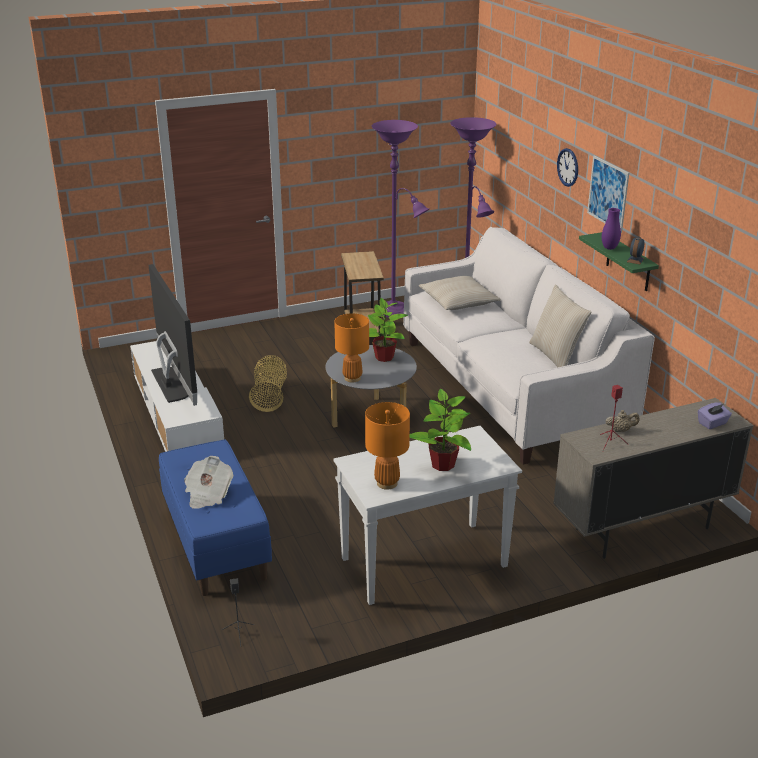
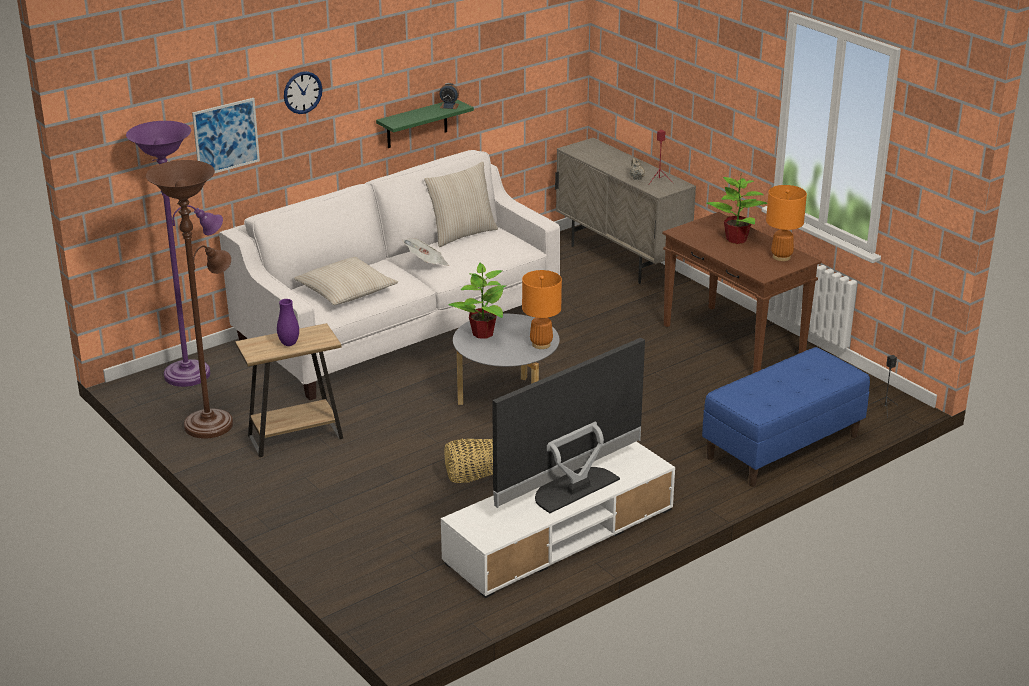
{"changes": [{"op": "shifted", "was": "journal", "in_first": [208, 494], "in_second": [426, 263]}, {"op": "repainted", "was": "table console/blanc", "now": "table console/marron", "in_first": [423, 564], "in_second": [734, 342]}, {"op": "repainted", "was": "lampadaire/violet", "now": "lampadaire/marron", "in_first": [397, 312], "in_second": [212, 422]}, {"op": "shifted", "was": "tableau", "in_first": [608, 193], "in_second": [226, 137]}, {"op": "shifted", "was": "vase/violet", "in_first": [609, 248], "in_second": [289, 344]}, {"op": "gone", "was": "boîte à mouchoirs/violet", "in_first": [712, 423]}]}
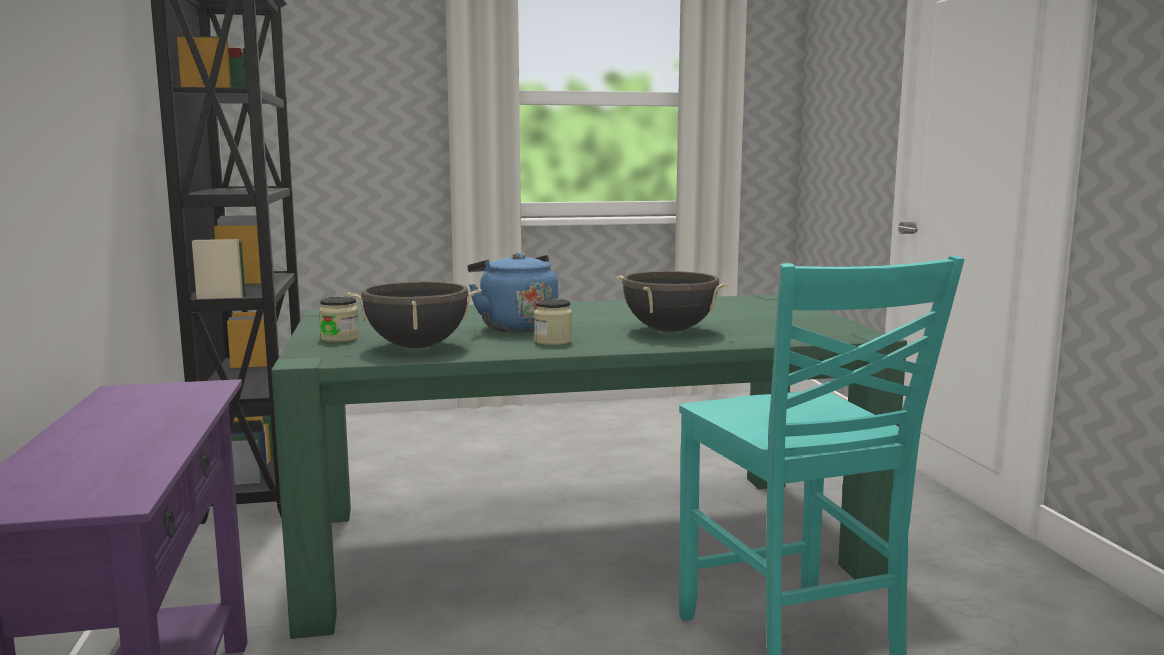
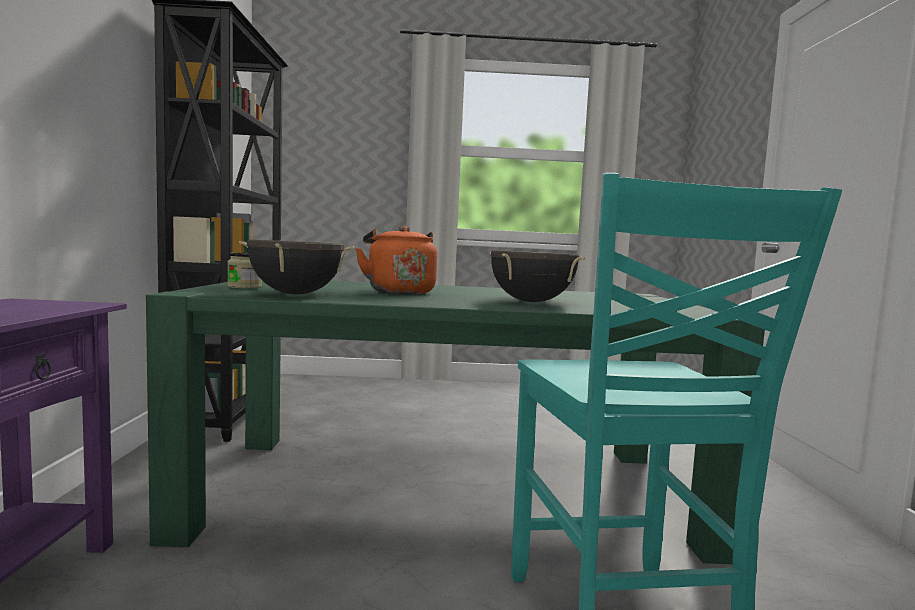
{"changes": [{"op": "repainted", "was": "bouilloire/bleu", "now": "bouilloire/orange", "in_first": [515, 327], "in_second": [399, 292]}, {"op": "gone", "was": "bocal", "in_first": [553, 341]}]}
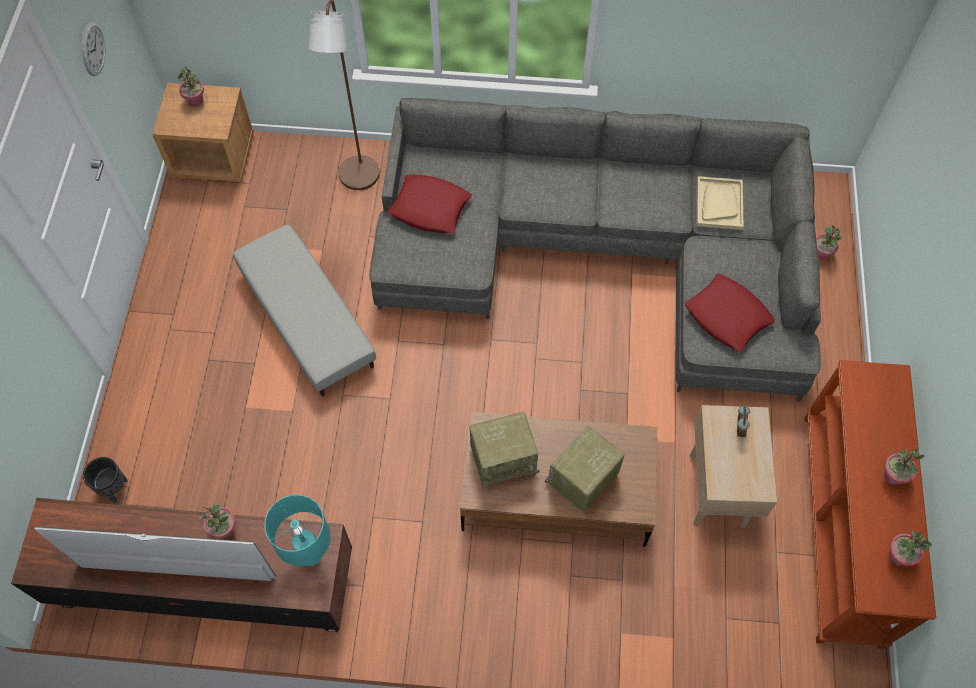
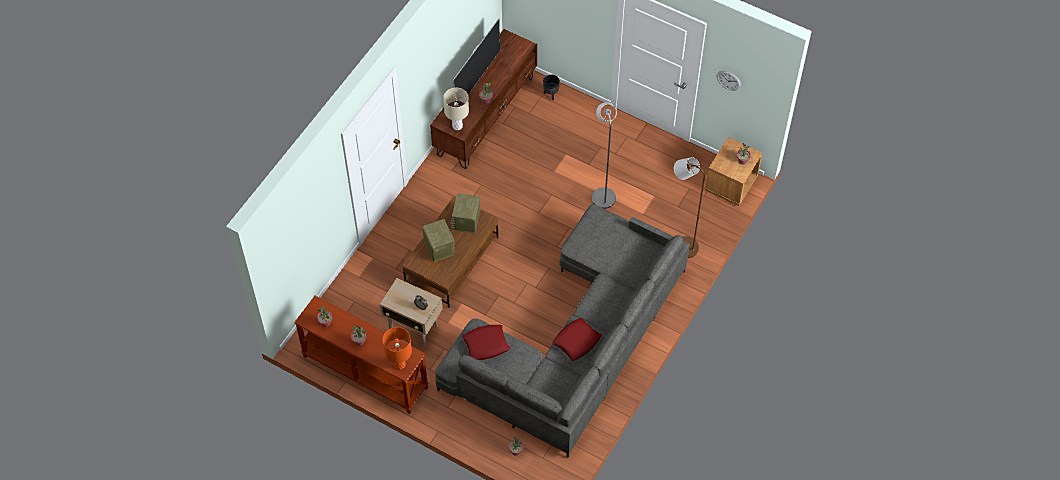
{"changes": [{"op": "swapped", "was": "pouf/gris", "now": "lampadaire/gris", "in_first": [308, 319], "in_second": [602, 194]}, {"op": "repainted", "was": "lampe de table/turquoise", "now": "lampe de table/beige", "in_first": [311, 555], "in_second": [457, 126]}, {"op": "shifted", "was": "coussin/rouge", "in_first": [430, 208], "in_second": [576, 341]}, {"op": "gone", "was": "plateau/beige", "in_first": [719, 204]}, {"op": "new", "now": "lampe de table/orange", "in_second": [399, 364]}]}
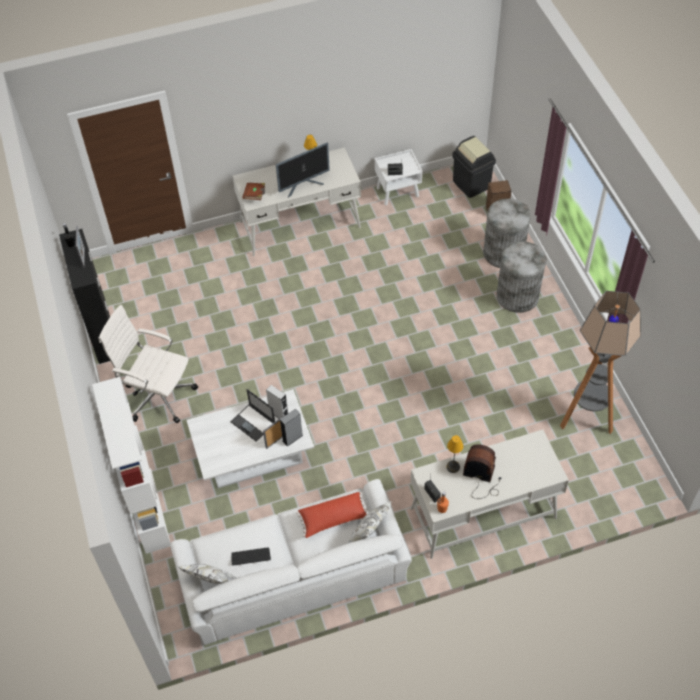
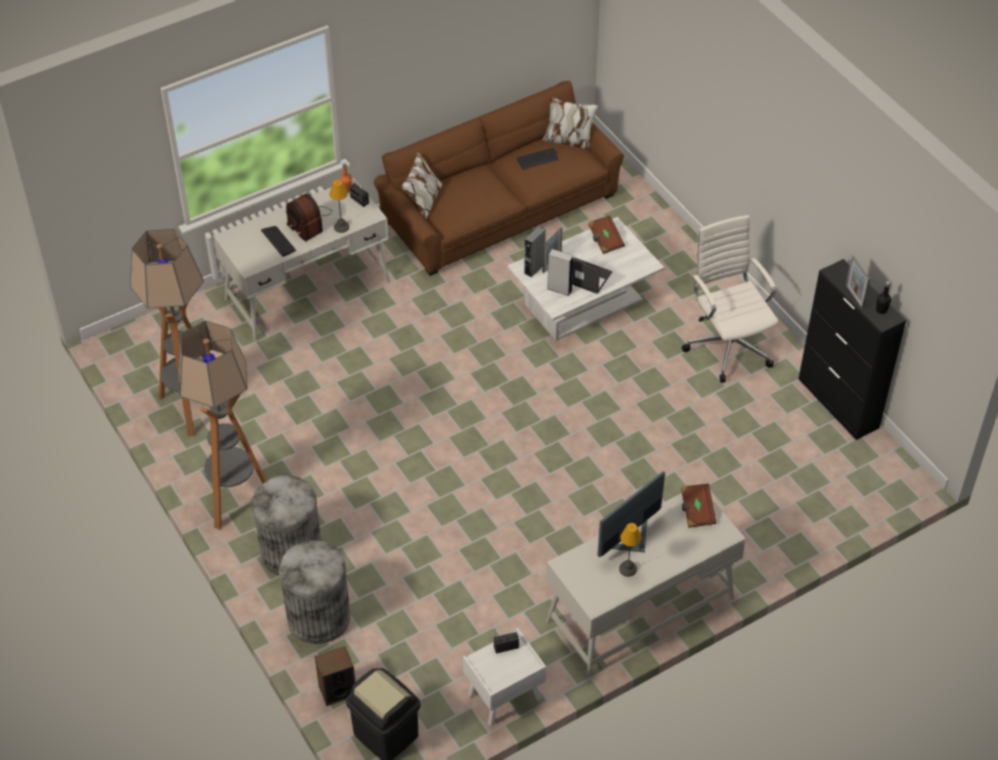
{"changes": [{"op": "gone", "was": "bibliothèque/blanc", "in_first": [147, 510]}, {"op": "rotated", "was": "chaise de bureau/blanc", "in_first": [157, 395], "in_second": [728, 345], "clockwise": -120}, {"op": "repainted", "was": "canapé/blanc", "now": "canapé/marron", "in_first": [292, 573], "in_second": [500, 207]}, {"op": "gone", "was": "coussin/rouge", "in_first": [333, 518]}, {"op": "rotated", "was": "radio", "in_first": [482, 478], "in_second": [308, 222], "clockwise": 45}, {"op": "new", "now": "lampadaire", "in_second": [235, 500]}, {"op": "new", "now": "clavier", "in_second": [278, 241]}, {"op": "new", "now": "livre/marron", "in_second": [605, 240]}]}
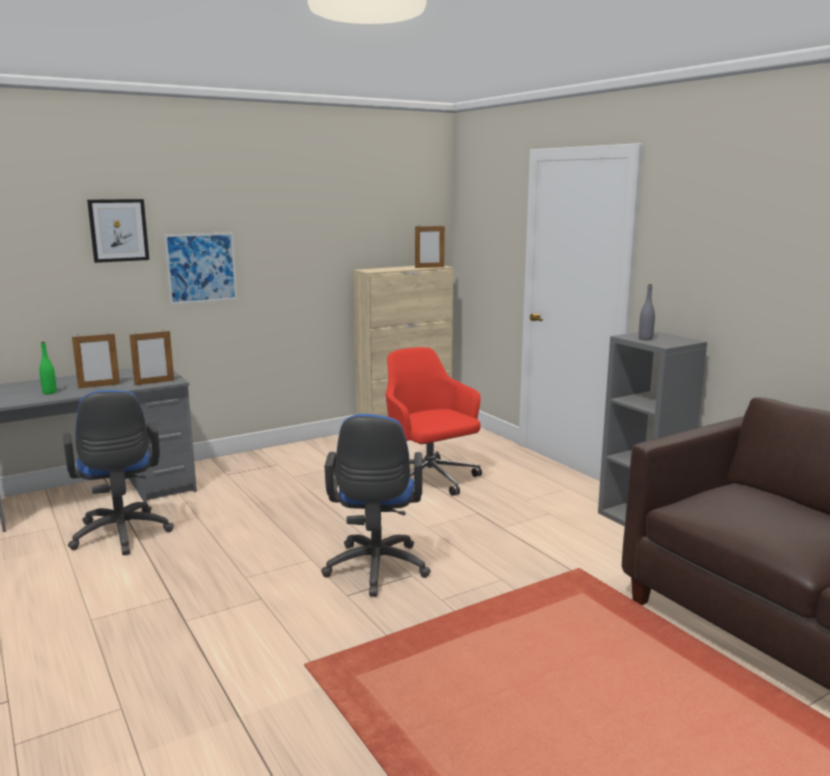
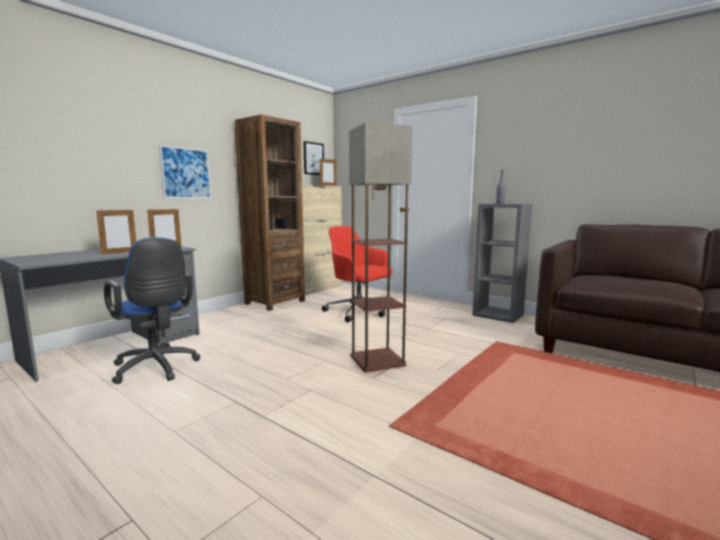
{"changes": [{"op": "gone", "was": "bouteille/vert", "in_first": [49, 392]}, {"op": "shifted", "was": "tableau", "in_first": [118, 230], "in_second": [313, 158]}, {"op": "swapped", "was": "chaise de bureau/bleu", "now": "lampadaire", "in_first": [376, 571], "in_second": [377, 361]}, {"op": "new", "now": "bibliothèque/marron", "in_second": [275, 302]}]}
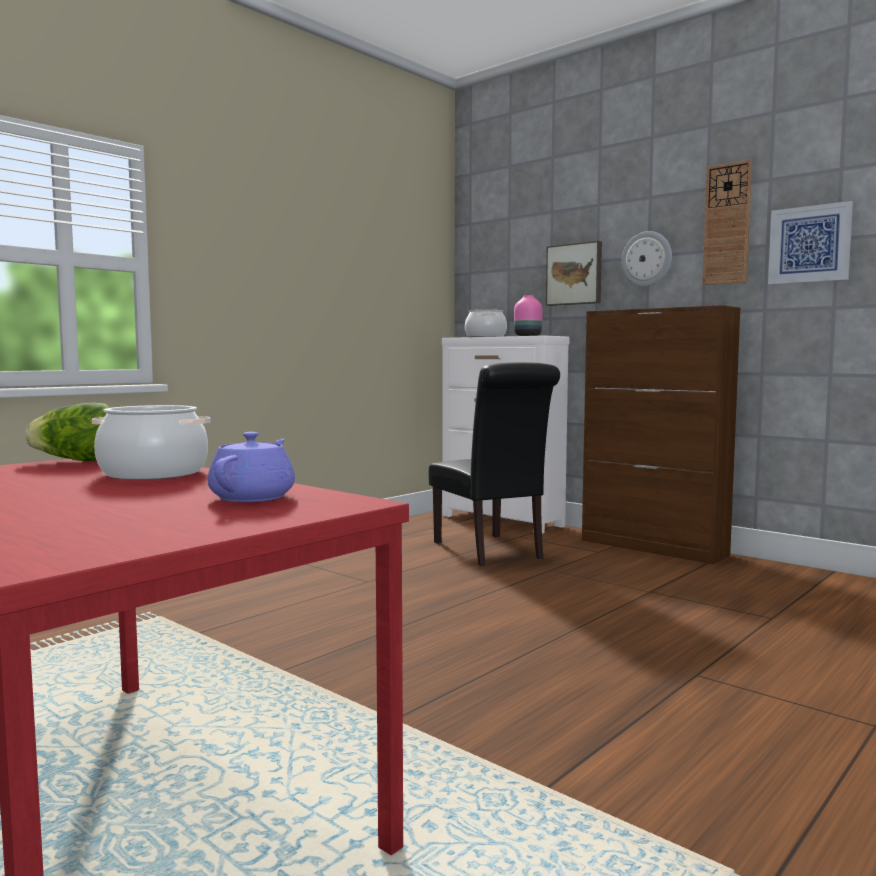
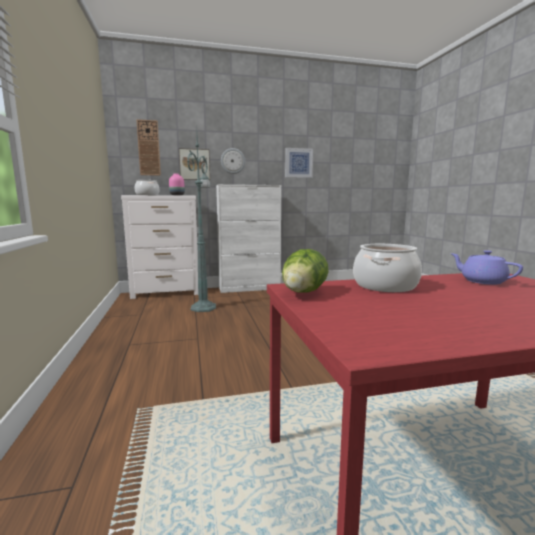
{"changes": [{"op": "swapped", "was": "chaise/noir", "now": "lampadaire/vert", "in_first": [491, 551], "in_second": [204, 307]}, {"op": "repainted", "was": "meuble de rangement/marron", "now": "meuble de rangement/blanc", "in_first": [653, 547], "in_second": [250, 288]}, {"op": "shifted", "was": "horloge murale", "in_first": [727, 224], "in_second": [149, 148]}]}
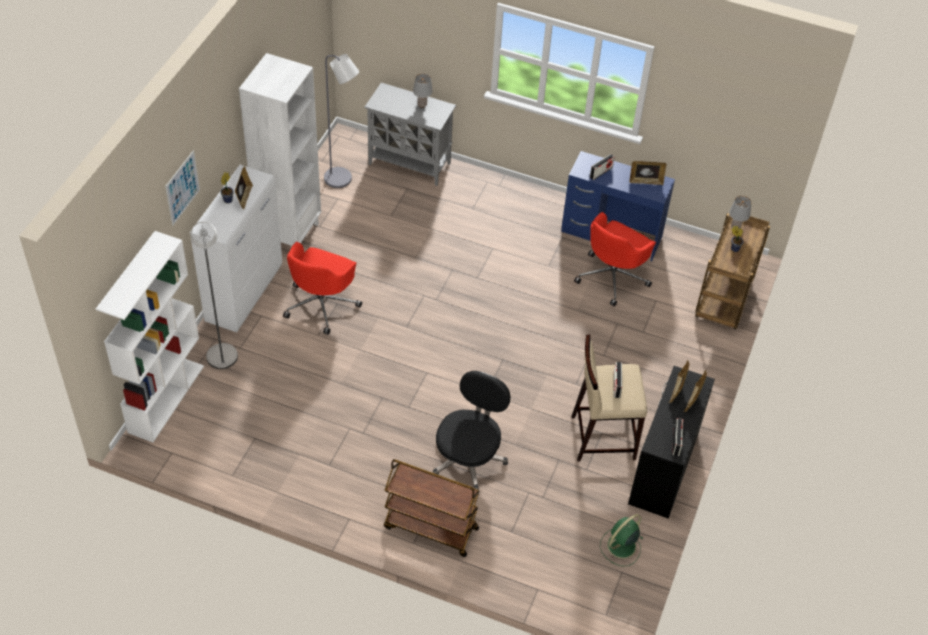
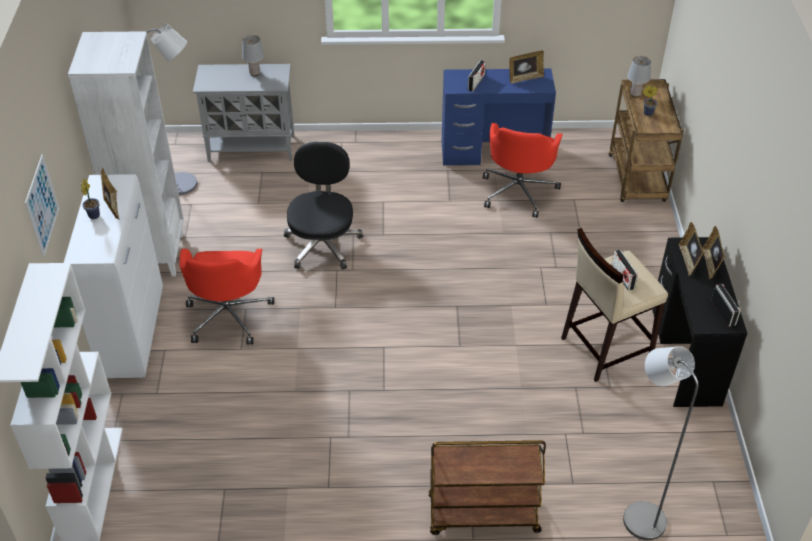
{"changes": [{"op": "shifted", "was": "lampadaire/gris", "in_first": [221, 351], "in_second": [638, 515]}, {"op": "shifted", "was": "chaise de bureau/noir", "in_first": [469, 458], "in_second": [323, 243]}, {"op": "gone", "was": "ventilateur/vert", "in_first": [620, 546]}]}
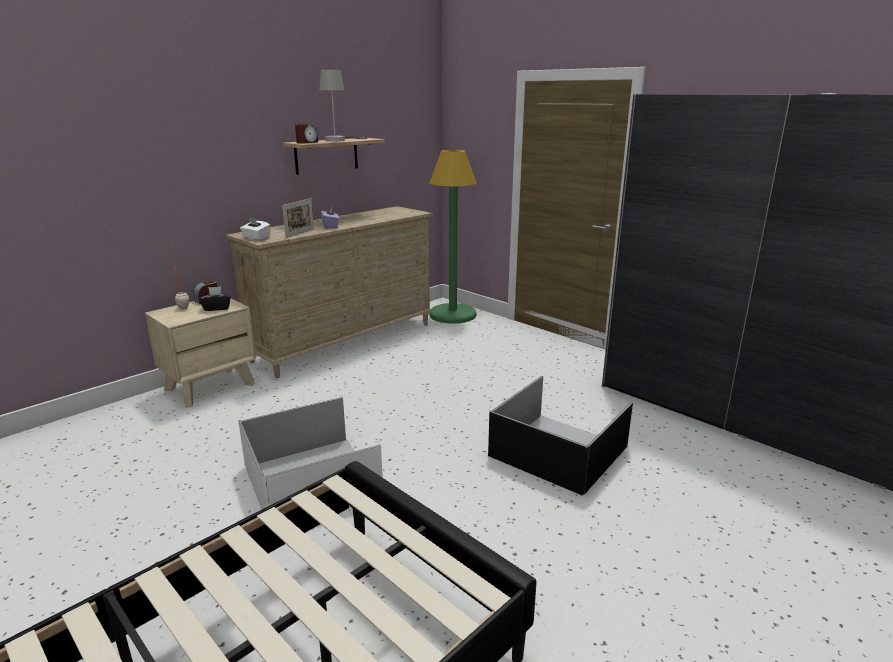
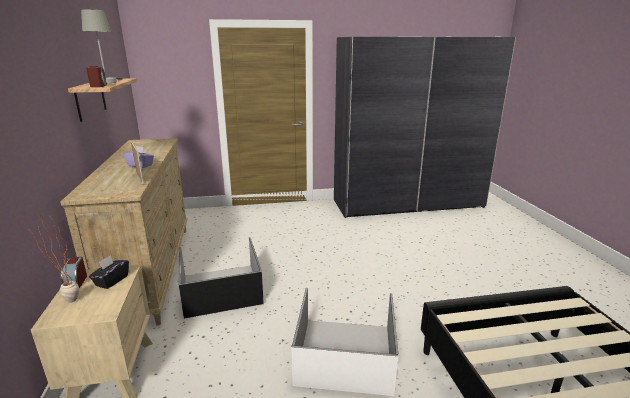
{"changes": [{"op": "gone", "was": "boîte à mouchoirs/blanc", "in_first": [256, 238]}, {"op": "gone", "was": "lampadaire/vert", "in_first": [453, 315]}, {"op": "shifted", "was": "boîte de rangement/noir", "in_first": [560, 452], "in_second": [222, 289]}]}
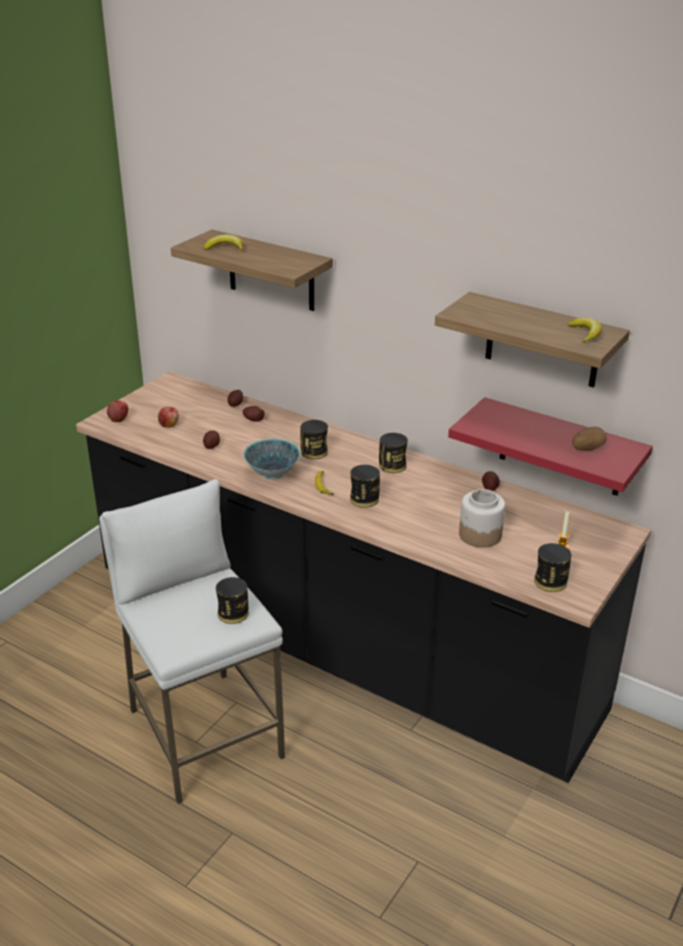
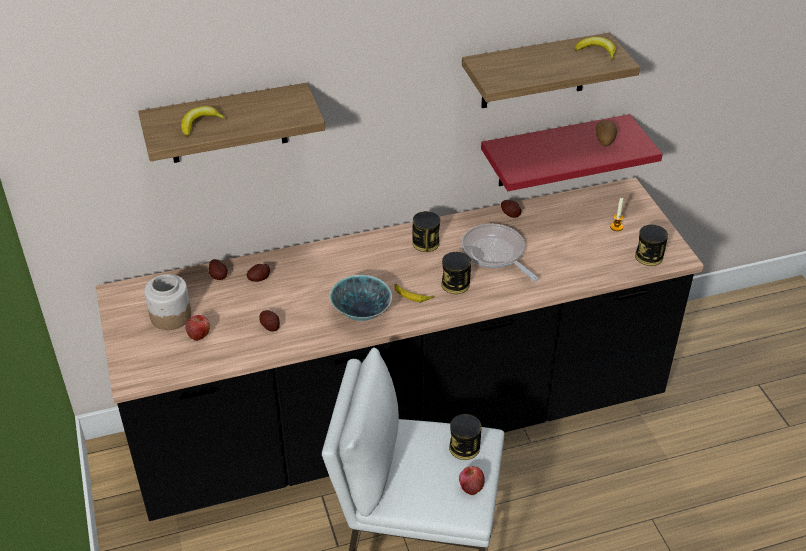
{"changes": [{"op": "shifted", "was": "pomme", "in_first": [118, 418], "in_second": [471, 486]}, {"op": "gone", "was": "boîte métallique", "in_first": [314, 452]}, {"op": "shifted", "was": "bocal", "in_first": [480, 535], "in_second": [170, 315]}, {"op": "new", "now": "poêle", "in_second": [495, 253]}]}
